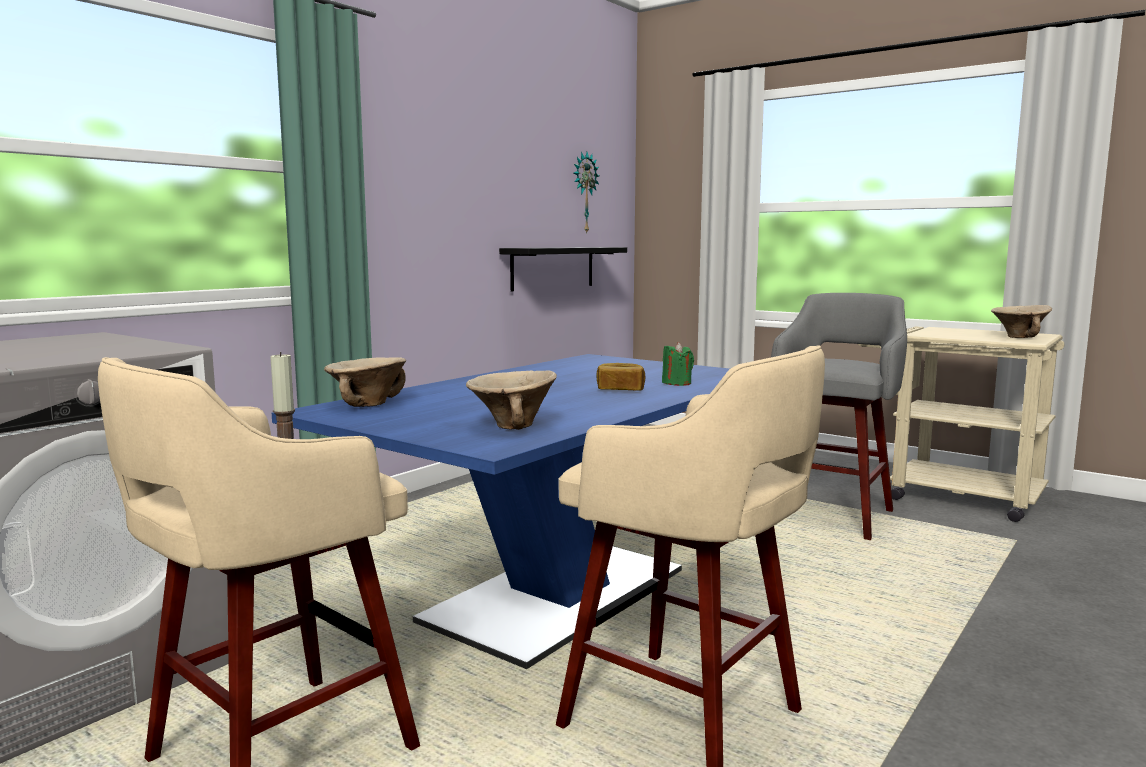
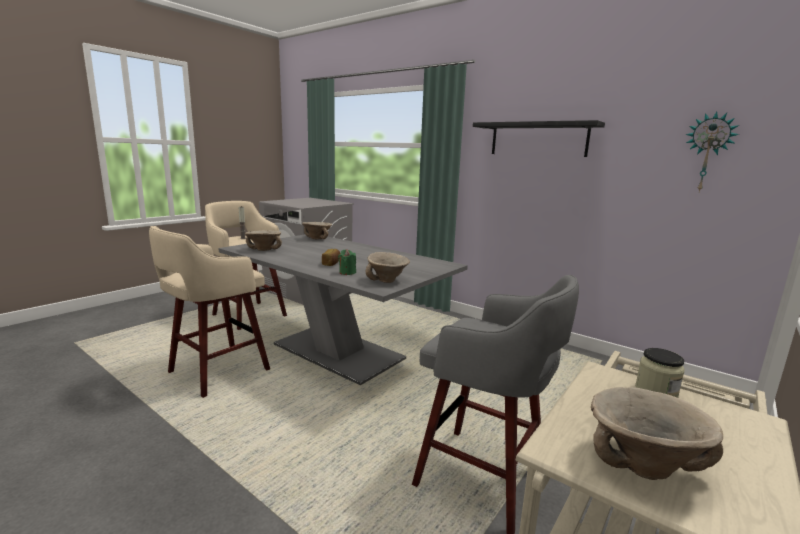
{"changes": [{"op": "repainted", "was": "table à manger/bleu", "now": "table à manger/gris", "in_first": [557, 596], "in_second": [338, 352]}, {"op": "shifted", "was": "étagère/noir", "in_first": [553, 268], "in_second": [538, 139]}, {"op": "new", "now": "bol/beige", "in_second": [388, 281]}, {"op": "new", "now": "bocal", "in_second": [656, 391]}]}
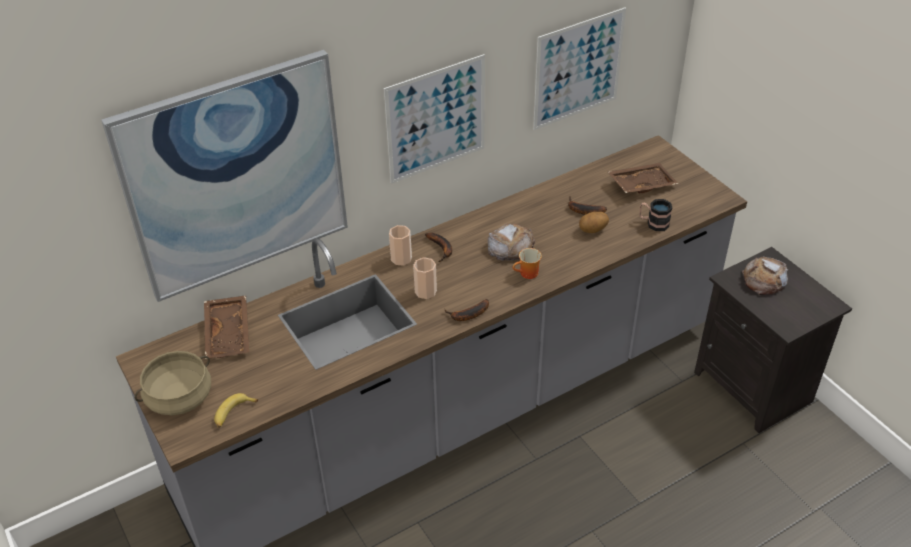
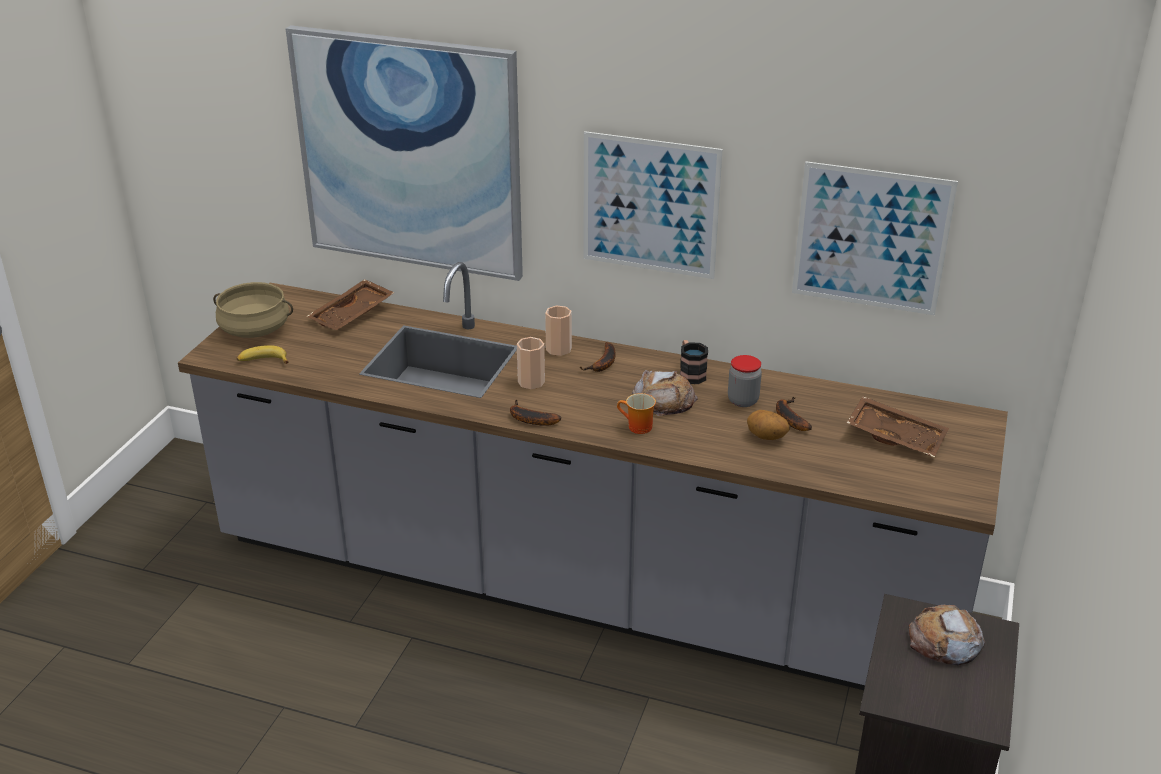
{"changes": [{"op": "shifted", "was": "mug", "in_first": [653, 223], "in_second": [690, 373]}, {"op": "new", "now": "bocal", "in_second": [743, 400]}]}
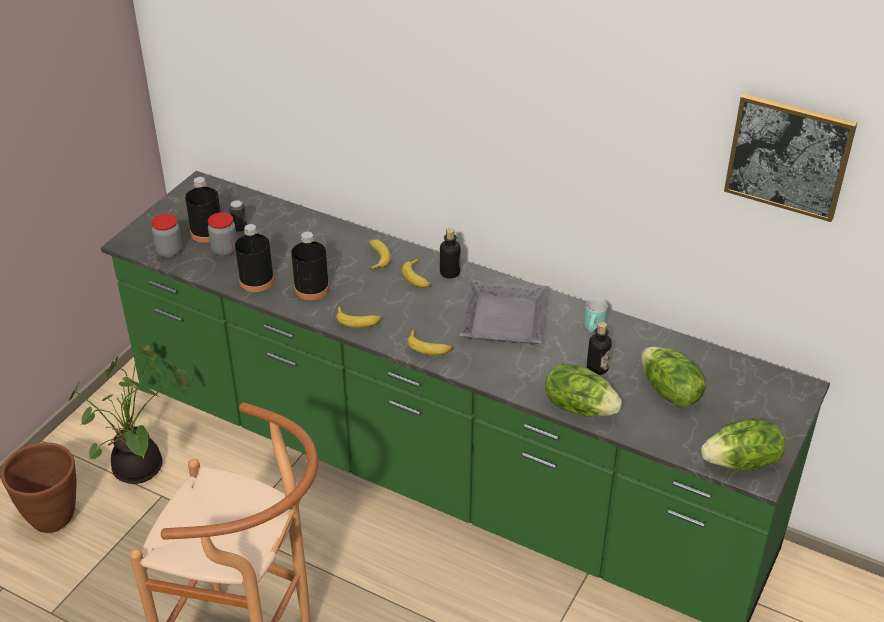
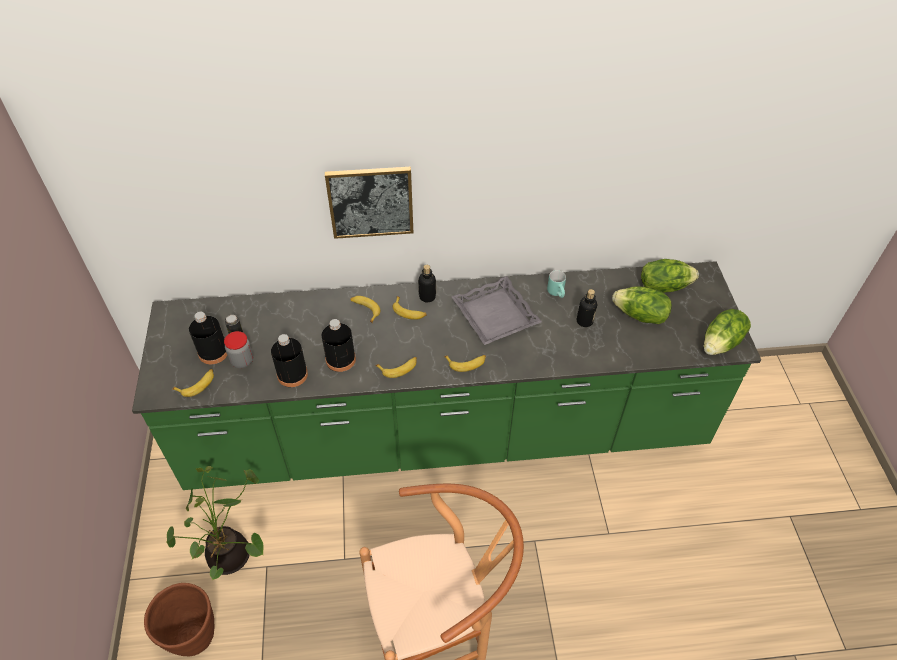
{"changes": [{"op": "swapped", "was": "bocal", "now": "banane", "in_first": [169, 251], "in_second": [197, 385]}, {"op": "shifted", "was": "laitue", "in_first": [579, 407], "in_second": [663, 286]}, {"op": "shifted", "was": "tableau", "in_first": [788, 156], "in_second": [370, 201]}]}
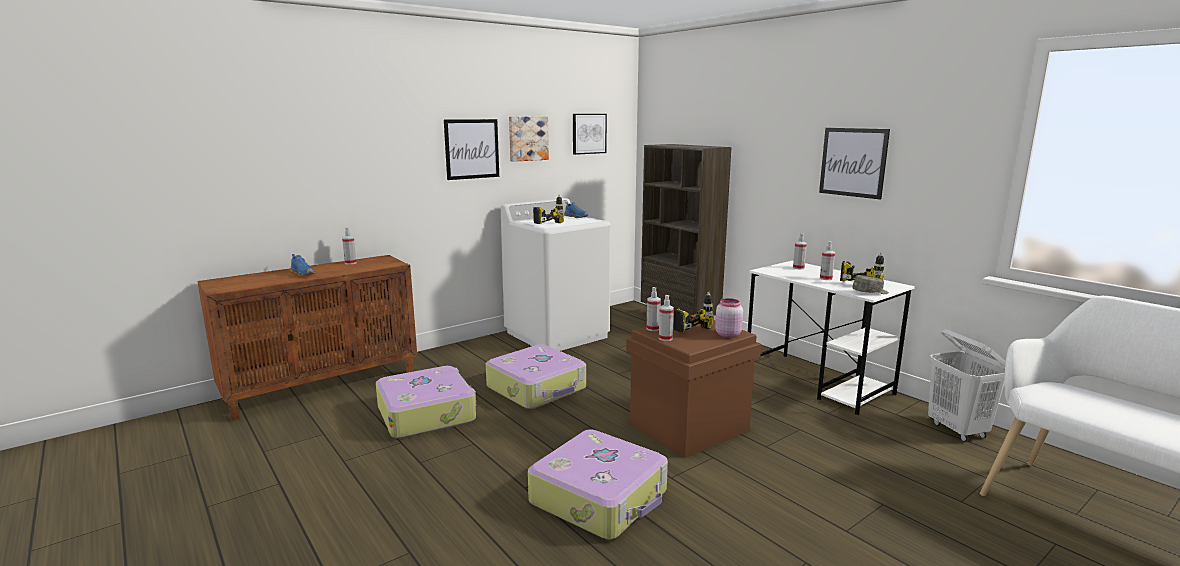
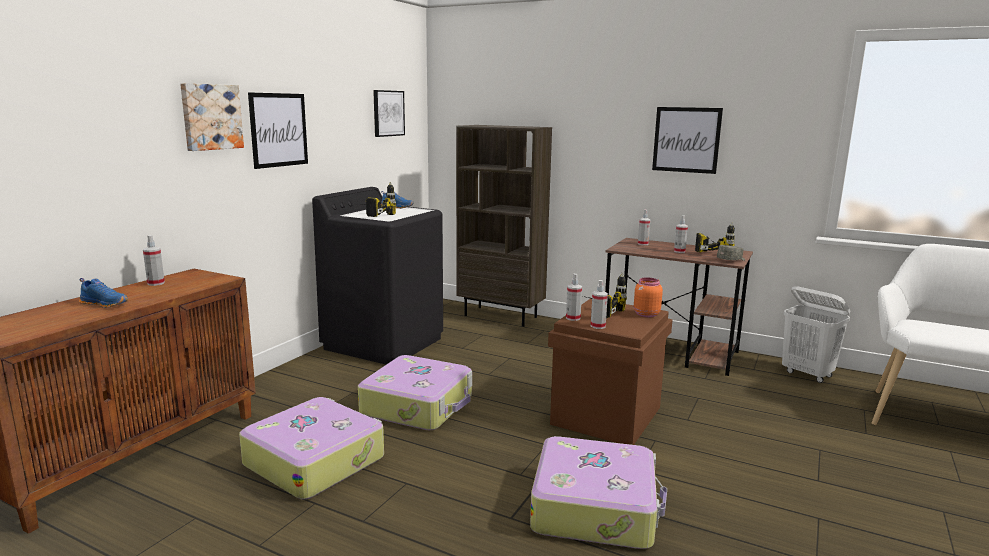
{"changes": [{"op": "repainted", "was": "lave-linge/blanc", "now": "lave-linge/noir", "in_first": [557, 334], "in_second": [384, 343]}, {"op": "shifted", "was": "tableau", "in_first": [527, 138], "in_second": [211, 117]}, {"op": "repainted", "was": "bocal/rose", "now": "bocal/orange", "in_first": [727, 334], "in_second": [645, 314]}, {"op": "repainted", "was": "bureau/blanc", "now": "bureau/marron", "in_first": [818, 382], "in_second": [671, 352]}]}
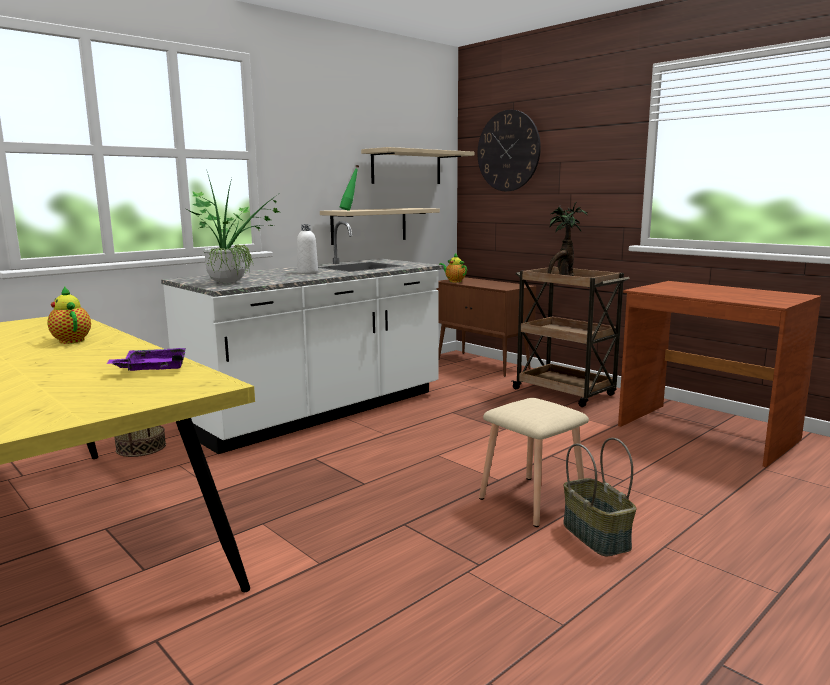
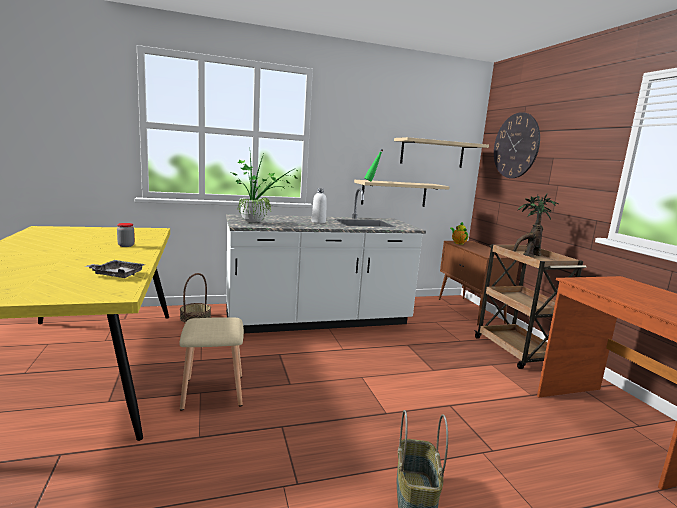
{"changes": [{"op": "swapped", "was": "théière", "now": "bocal", "in_first": [71, 340], "in_second": [126, 245]}, {"op": "repainted", "was": "plateau/violet", "now": "plateau/gris", "in_first": [153, 369], "in_second": [117, 274]}, {"op": "shifted", "was": "tabouret/beige", "in_first": [534, 501], "in_second": [213, 392]}]}
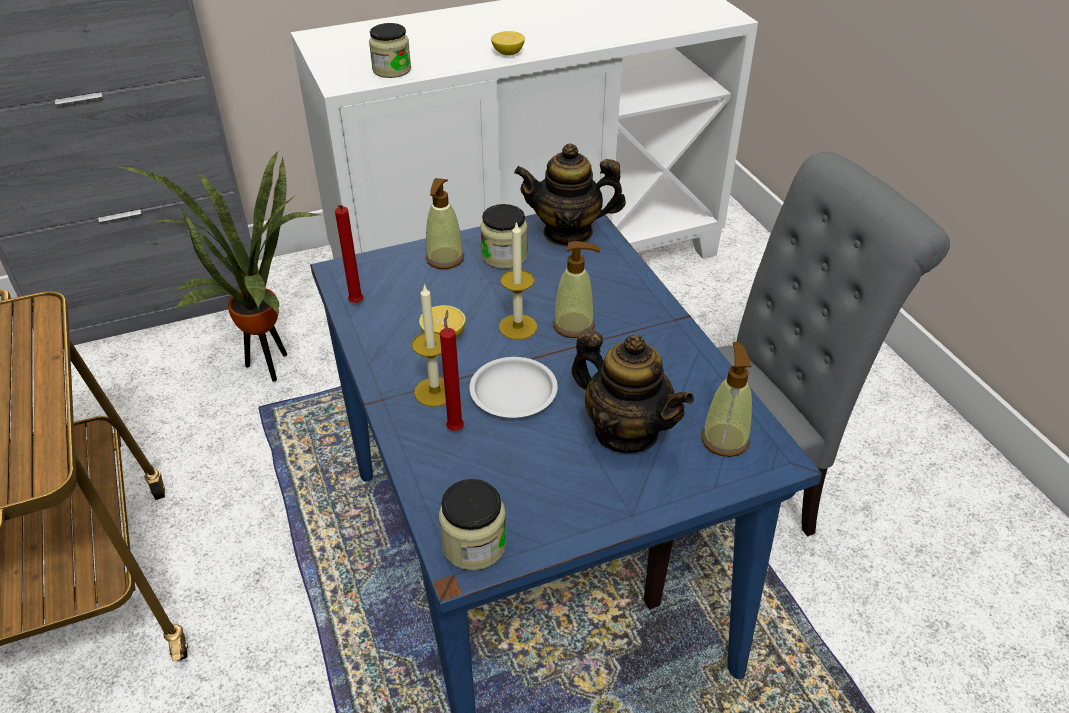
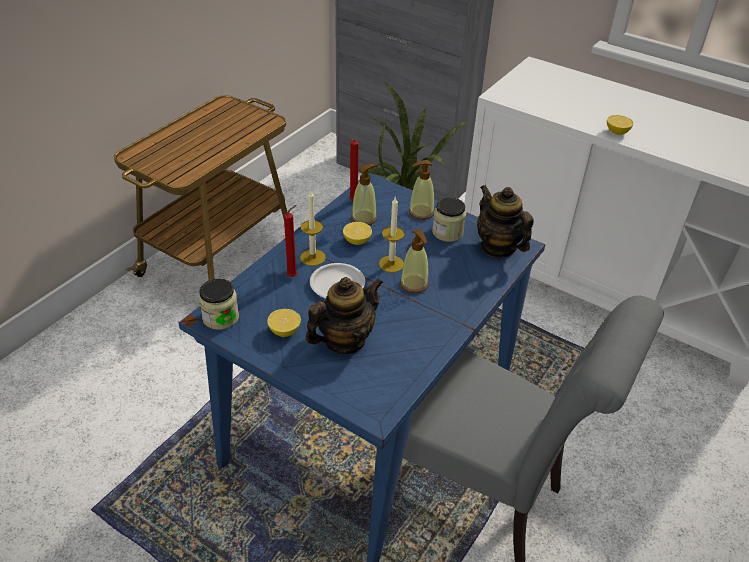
{"changes": [{"op": "gone", "was": "bocal", "in_first": [391, 70]}, {"op": "rotated", "was": "théière", "in_first": [626, 431], "in_second": [344, 340], "clockwise": -135}, {"op": "shifted", "was": "distributeur de savon", "in_first": [724, 439], "in_second": [364, 218]}, {"op": "new", "now": "citron", "in_second": [284, 331]}]}
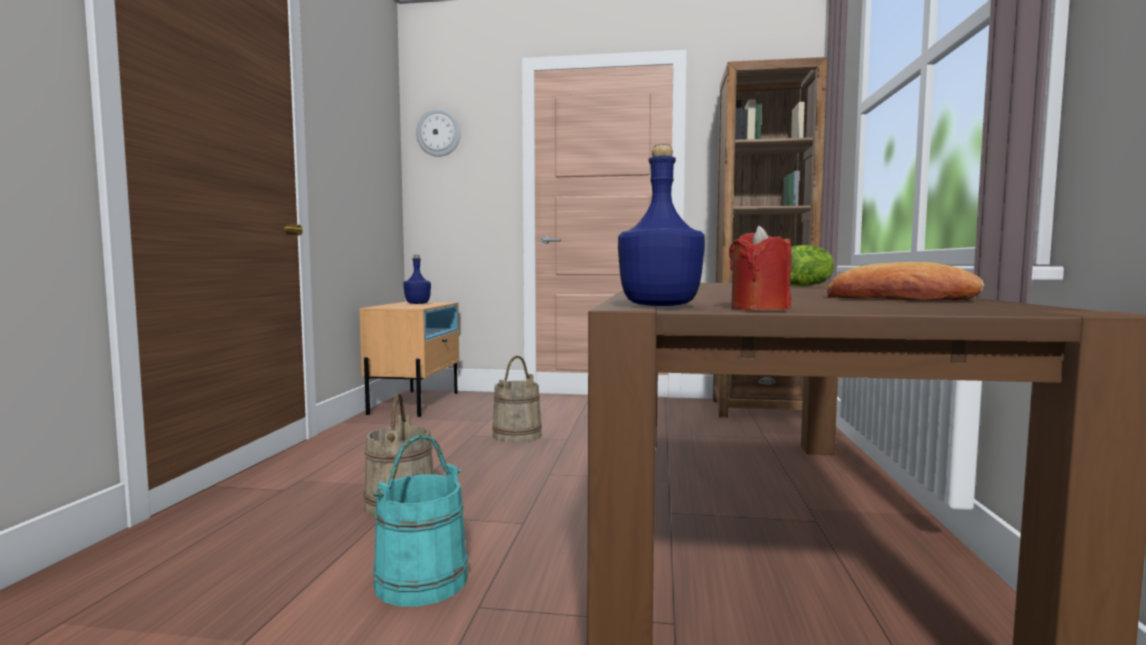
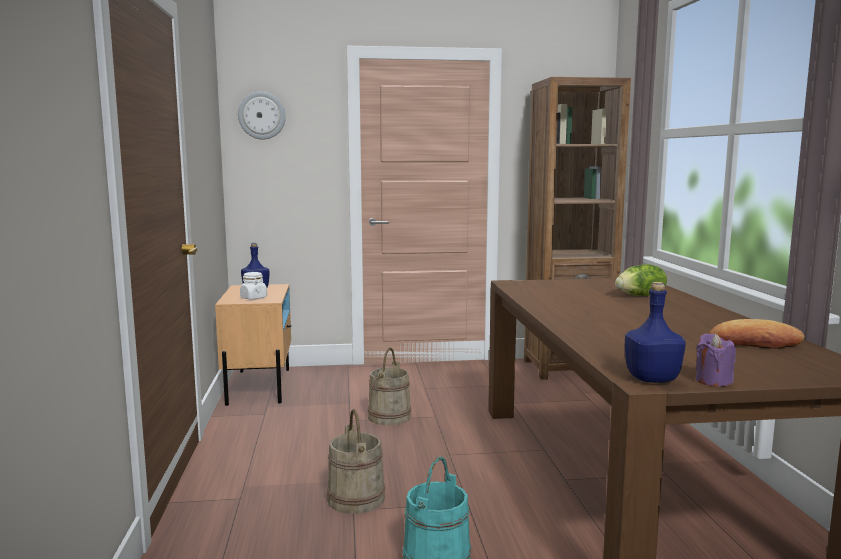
{"changes": [{"op": "repainted", "was": "bougie/rouge", "now": "bougie/violet", "in_first": [759, 309], "in_second": [713, 381]}, {"op": "new", "now": "bocal/blanc", "in_second": [253, 298]}]}
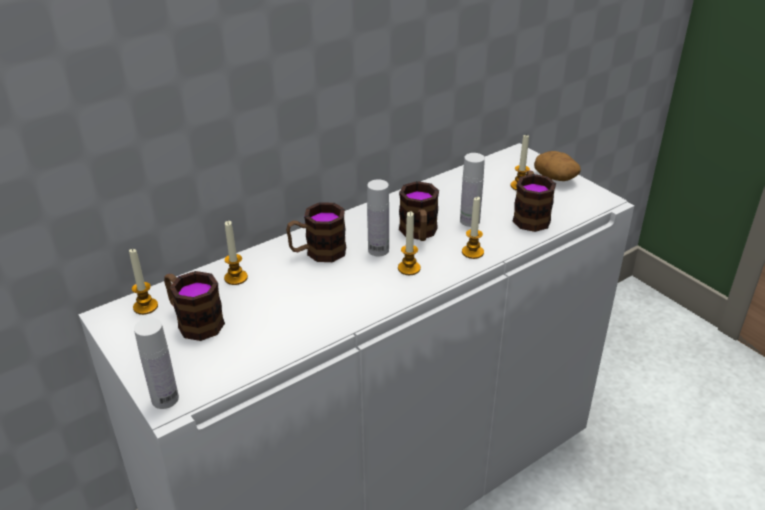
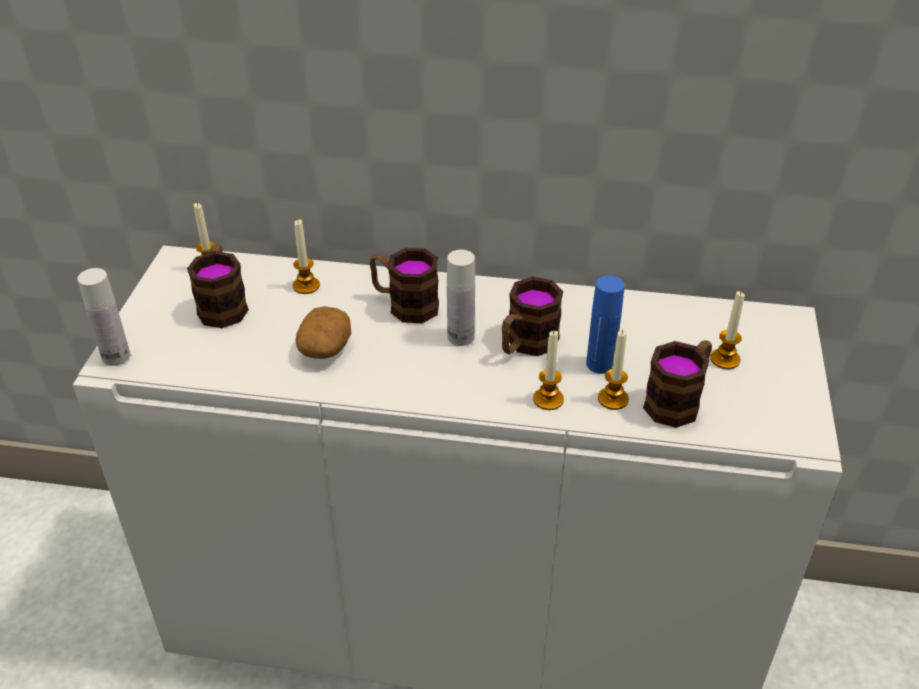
{"changes": [{"op": "shifted", "was": "bougie", "in_first": [409, 268], "in_second": [613, 399]}, {"op": "repainted", "was": "bouteille/blanc", "now": "bouteille/bleu", "in_first": [469, 221], "in_second": [600, 364]}, {"op": "shifted", "was": "pomme de terre", "in_first": [556, 177], "in_second": [325, 348]}]}
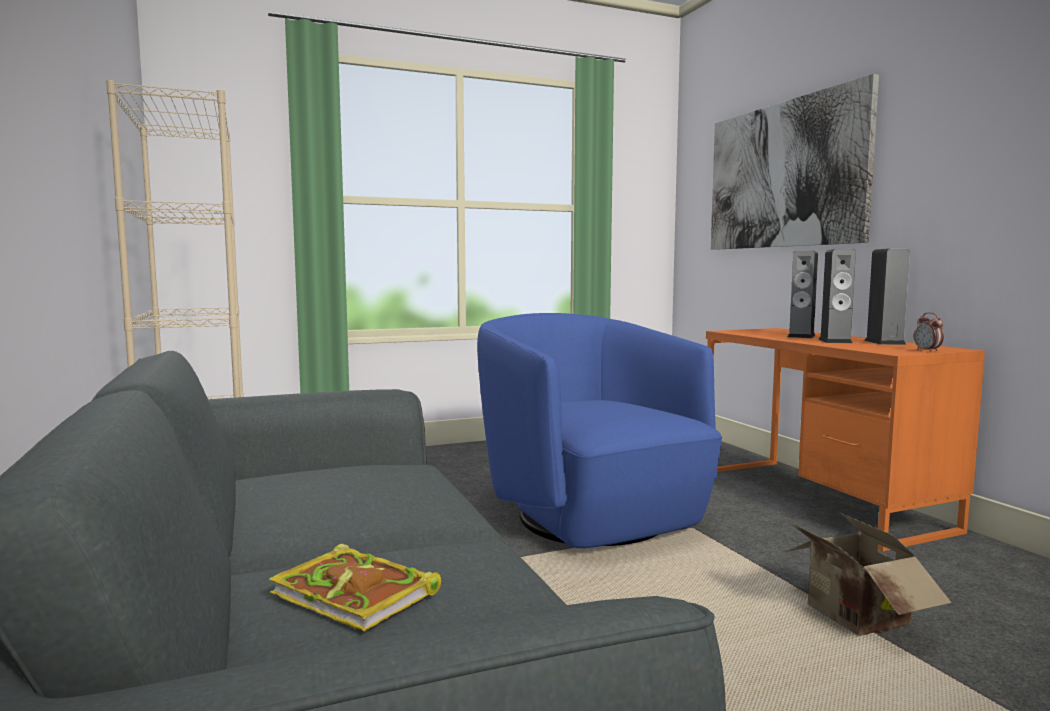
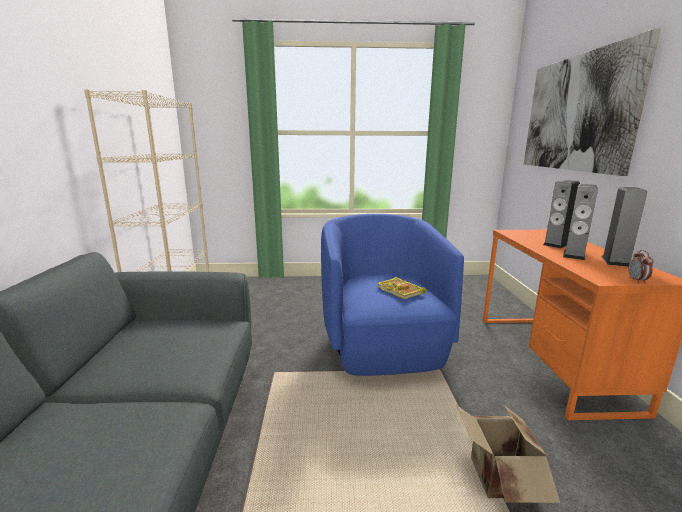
{"changes": [{"op": "shifted", "was": "livre", "in_first": [358, 594], "in_second": [401, 291]}]}
